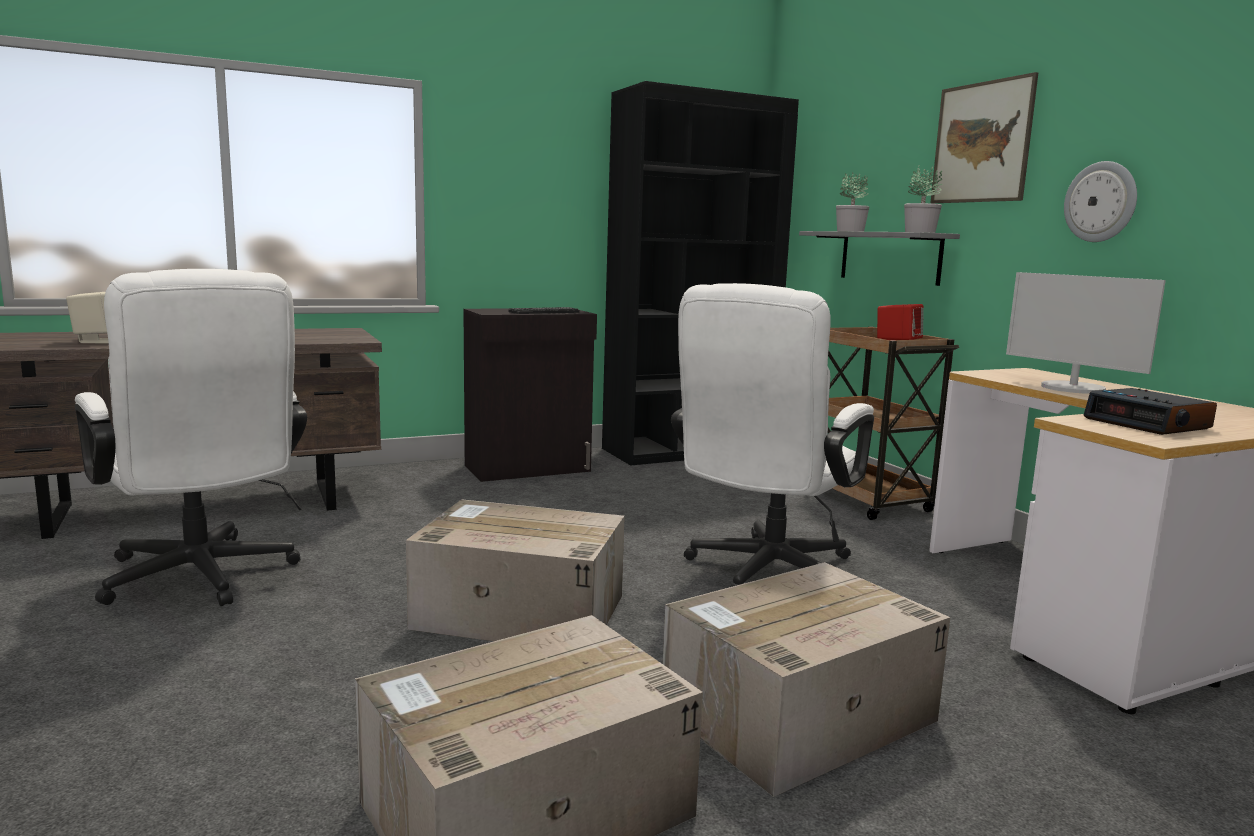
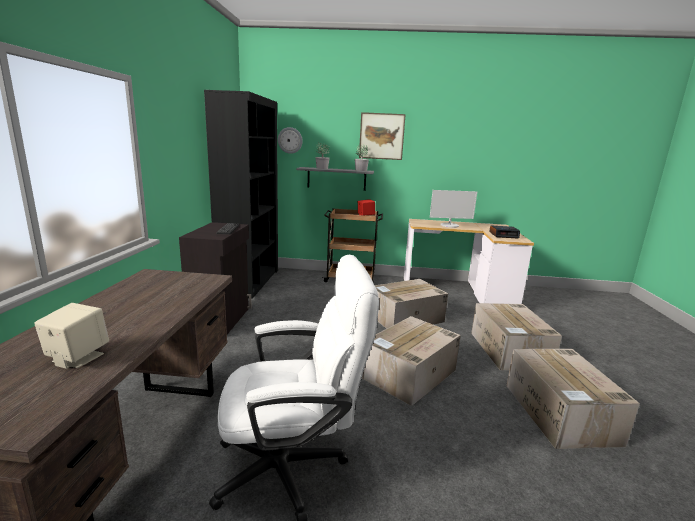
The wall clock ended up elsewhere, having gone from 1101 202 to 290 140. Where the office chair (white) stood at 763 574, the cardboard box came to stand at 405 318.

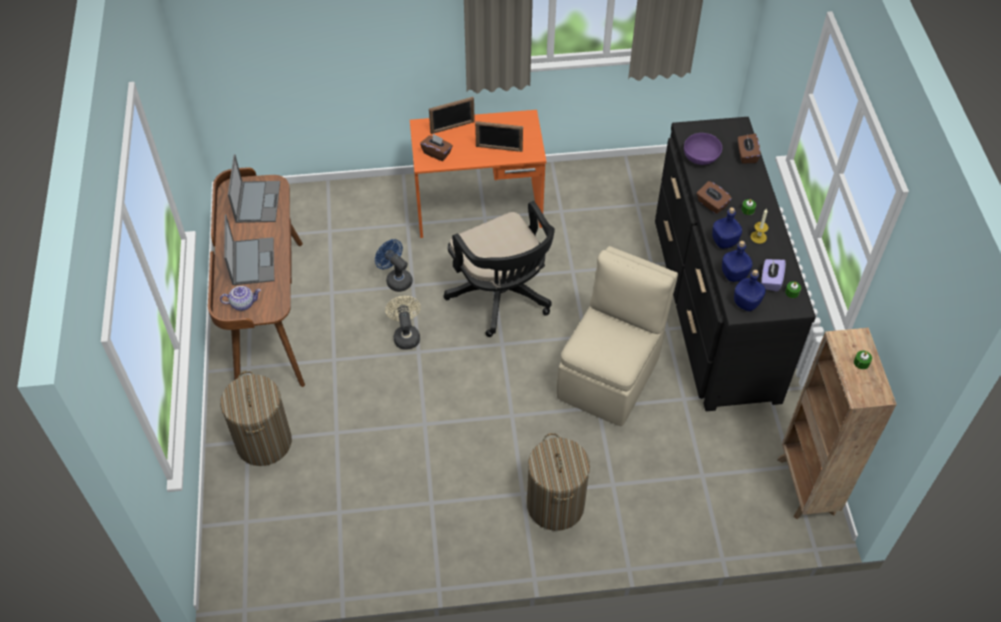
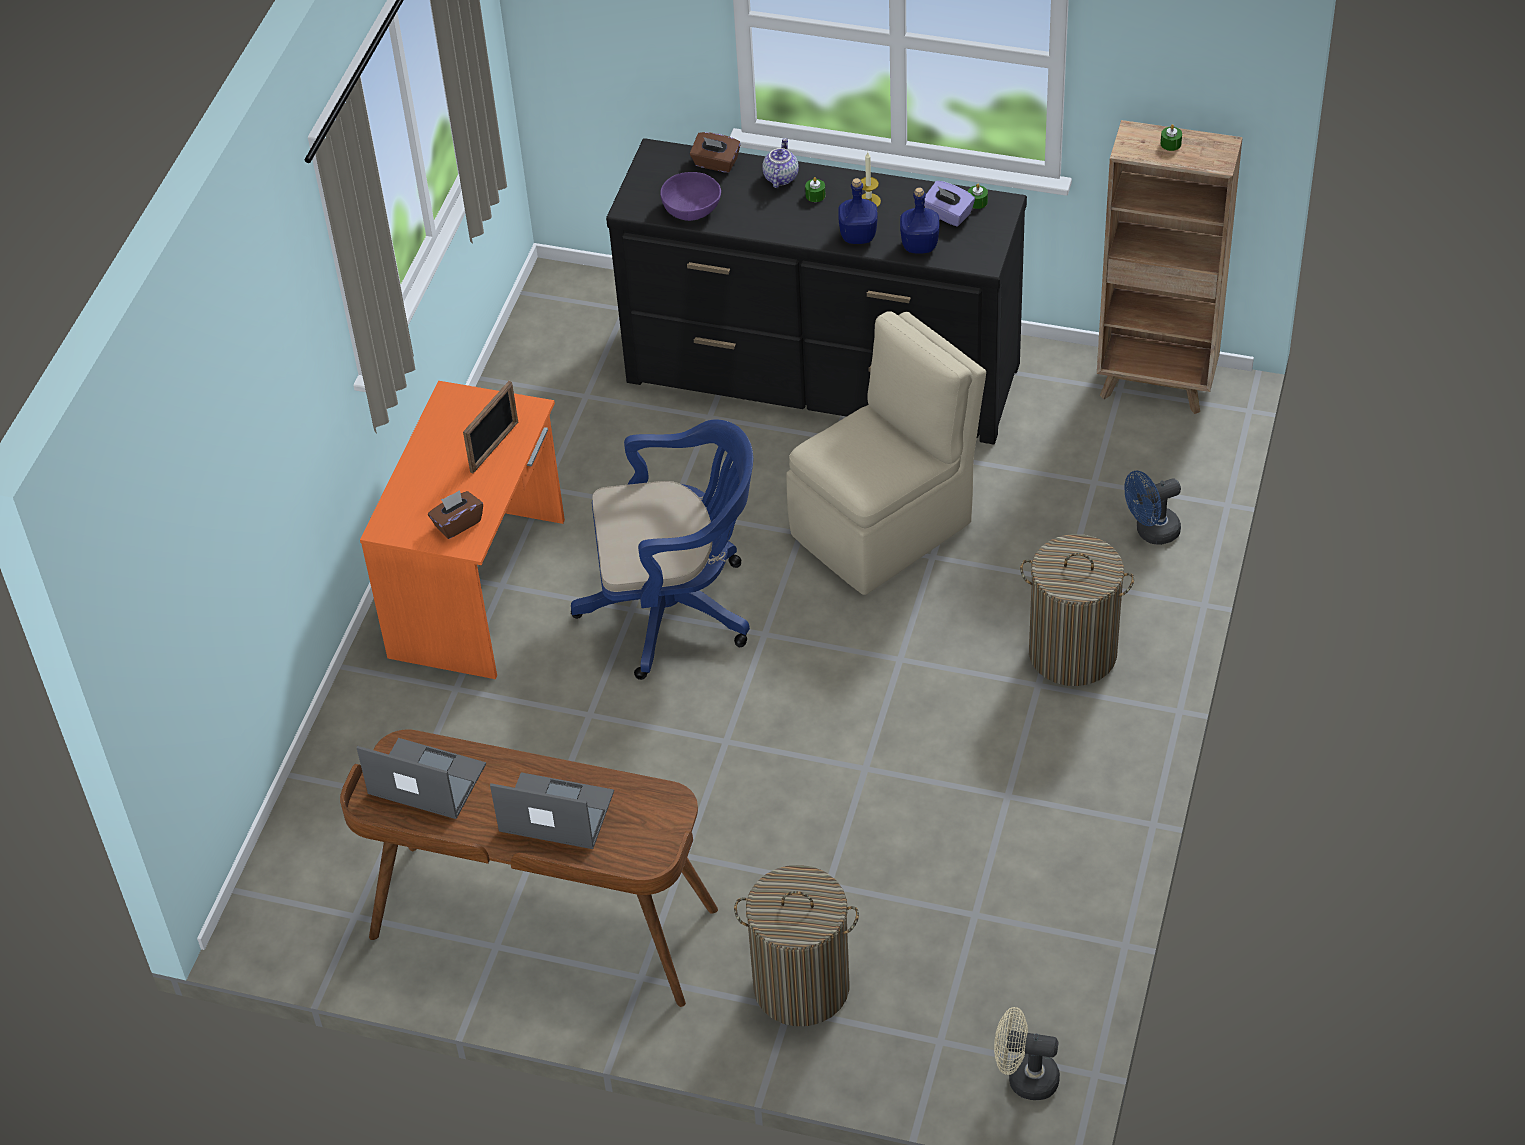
The second view lost the picture frame at 452 127. The second view lost the tissue box (brown) at 711 204. The second view lost the bottle (blue) at 747 303. The teapot ended up elsewhere, having gone from 243 303 to 780 177. The fan (blue) ended up elsewhere, having gone from 396 279 to 1151 532. The fan (beige) ended up elsewhere, having gone from 406 335 to 1024 1078. What was the office chair (black) at 502 298 turned into the office chair (blue) at 677 608. The chair (beige) at 610 376 ended up facing another way, 90 degrees clockwise from before.

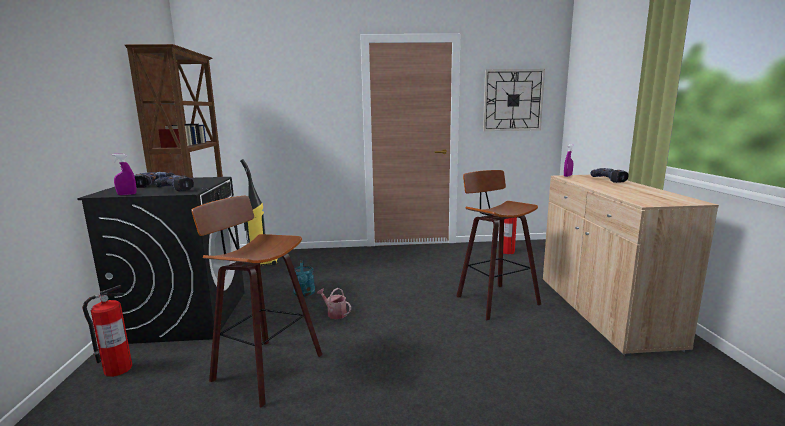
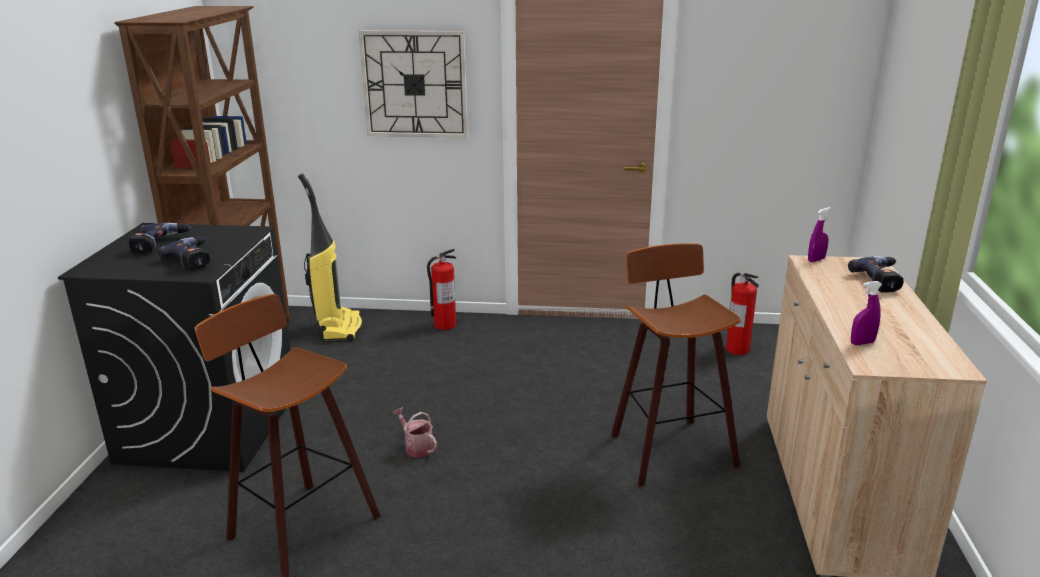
The second view lost the watering can (turquoise) at 304 293. The fire extinguisher ended up elsewhere, having gone from 117 369 to 444 325. The spray bottle (purple) ended up elsewhere, having gone from 127 194 to 862 343. The wall clock ended up elsewhere, having gone from 513 100 to 414 84.

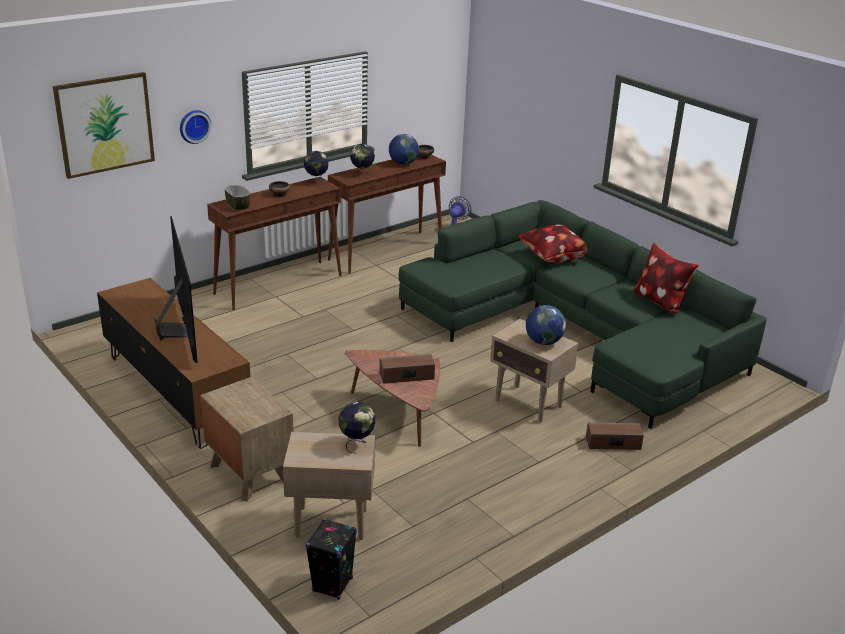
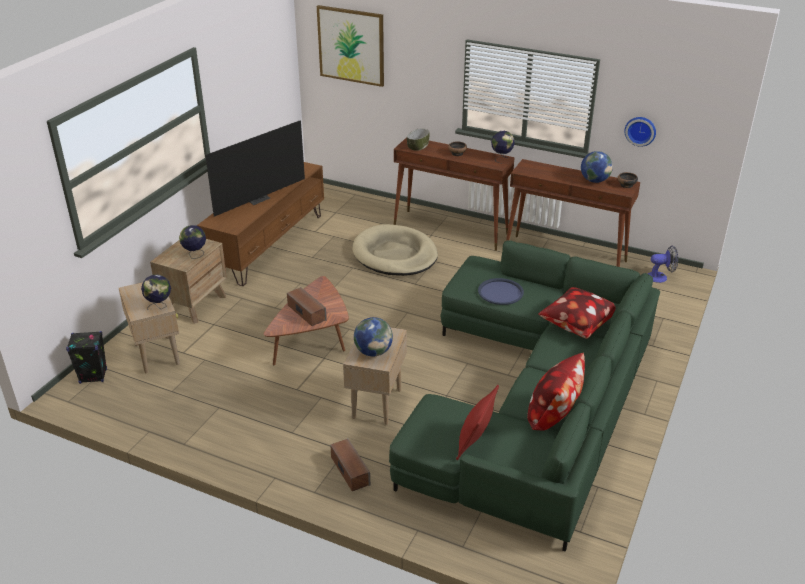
The second view gained the dog bed (beige) at 395 254. The second view gained the pillow (red) at 475 442. The second view gained the tray (blue) at 500 292. The wall clock ended up elsewhere, having gone from 194 126 to 640 130. The globe ended up elsewhere, having gone from 362 174 to 195 255.

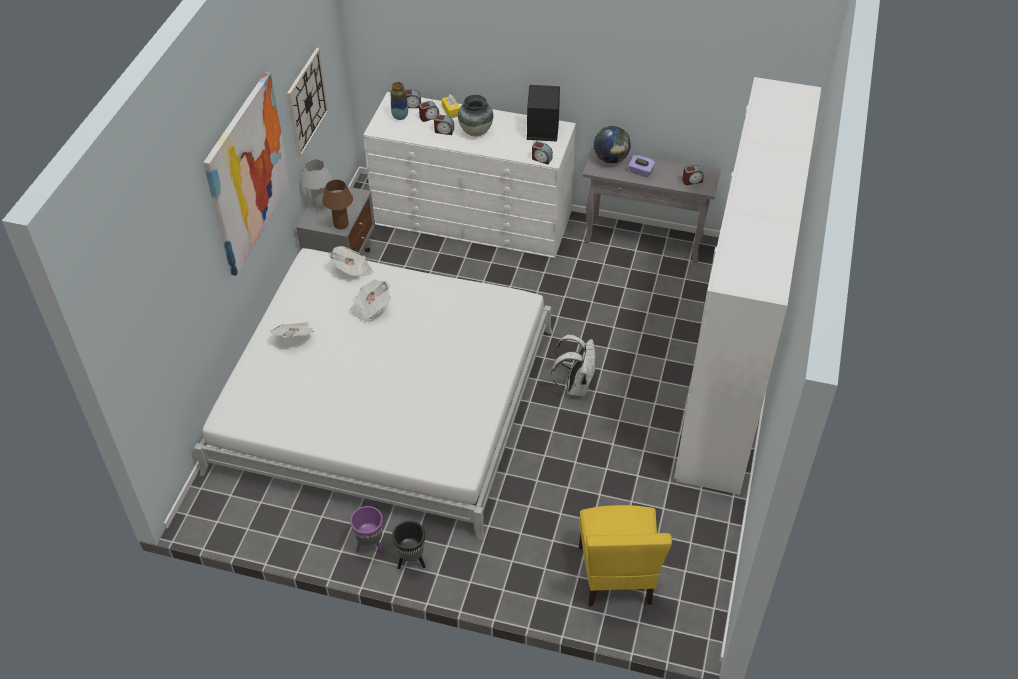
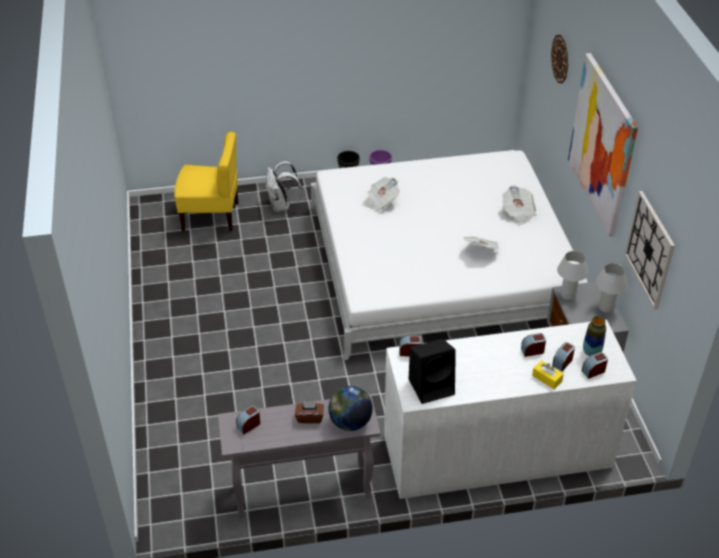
The second view lost the vase at 476 131. The second view lost the wardrobe (white) at 729 374. The second view gained the wall clock at 560 59. The newspaper ended up elsewhere, having gone from 352 270 to 380 201. The backpack (white) ended up elsewhere, having gone from 575 385 to 281 206. What was the table lamp (brown) at 341 224 turned into the table lamp (white) at 568 295. What was the tissue box (purple) at 641 172 turned into the tissue box (brown) at 309 417. The chair (yellow) at 616 575 ended up facing another way, 120 degrees clockwise from before.

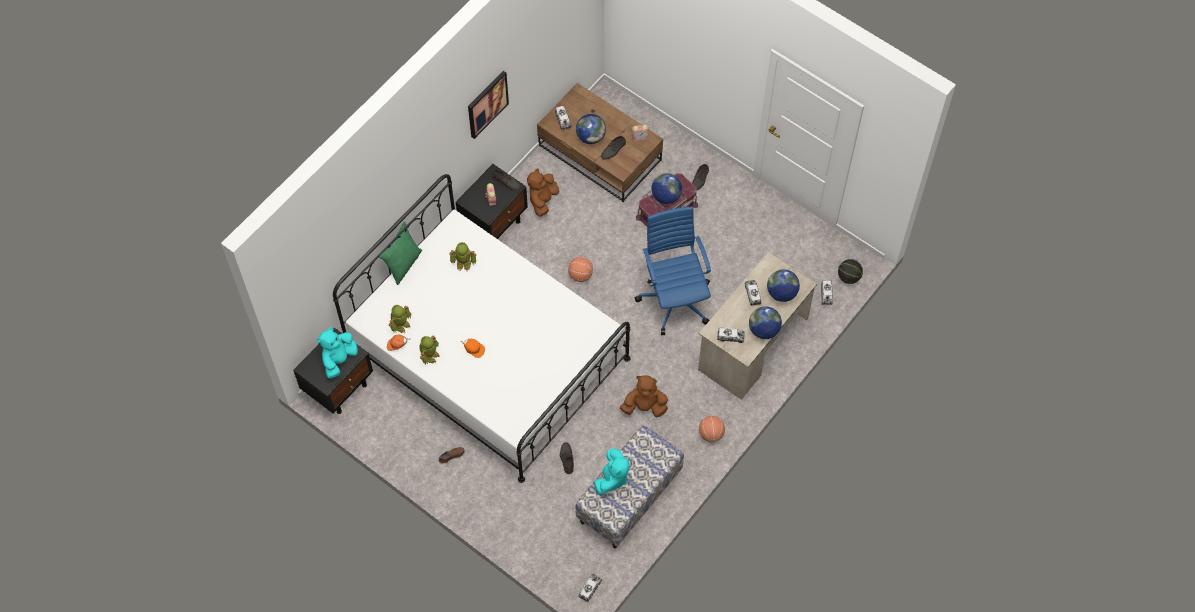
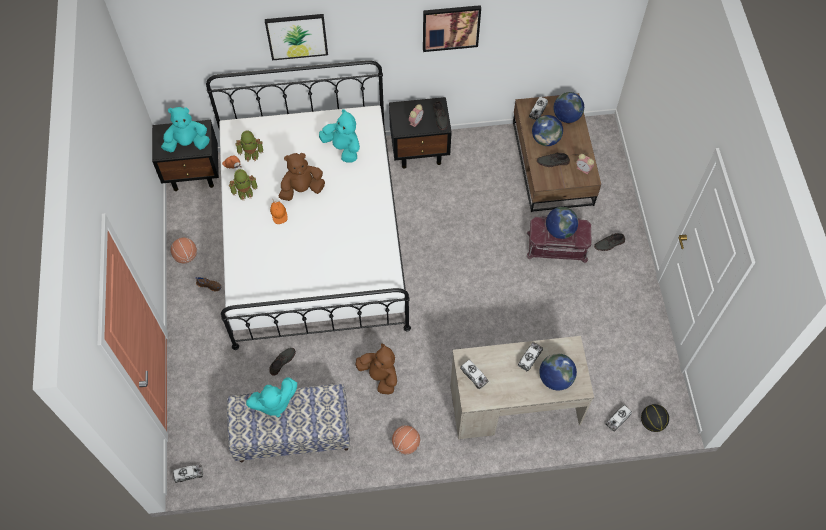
The second view lost the pillow (green) at 403 264. The second view lost the office chair (blue) at 675 298. The second view gained the picture at 297 36. The plush toy (brown) ended up elsewhere, having gone from 543 200 to 302 189. The basketball ended up elsewhere, having gone from 580 275 to 186 256. The globe ended up elsewhere, having gone from 763 330 to 566 116. Where the toy robot stood at 464 263, the plush toy (turquoise) came to stand at 343 148.

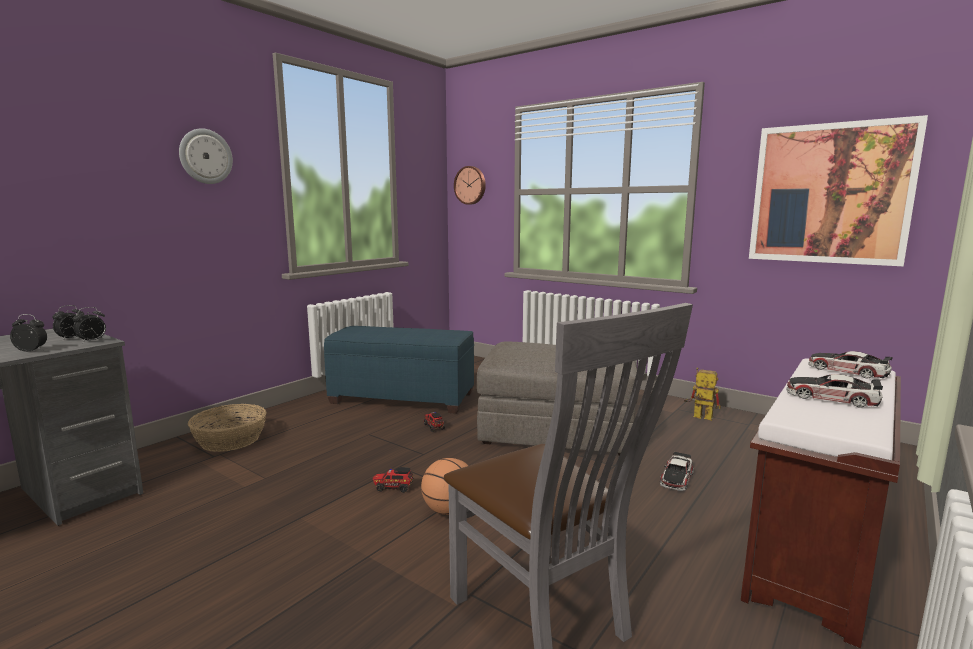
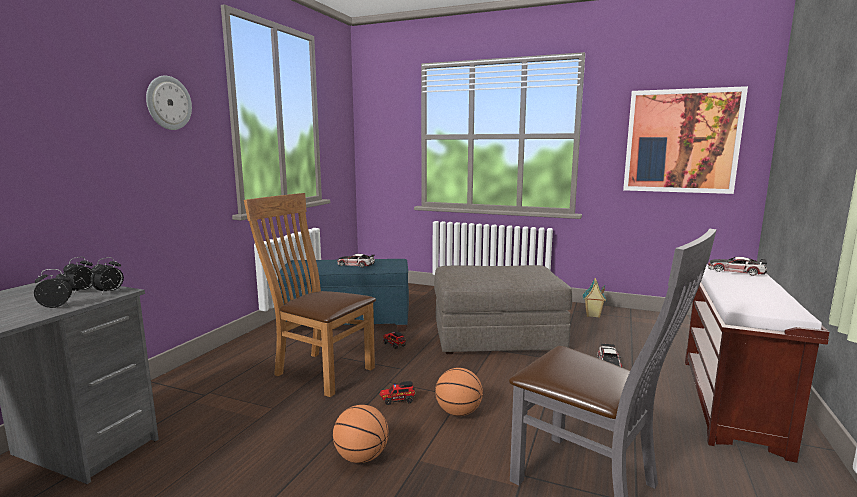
The second view lost the basket at 230 440. The second view lost the wall clock at 470 185. The second view gained the chair (brown) at 319 371. The second view gained the basketball at 361 457. The toy car ended up elsewhere, having gone from 831 398 to 355 264. Where the toy robot stood at 698 417, the toy house came to stand at 592 315.

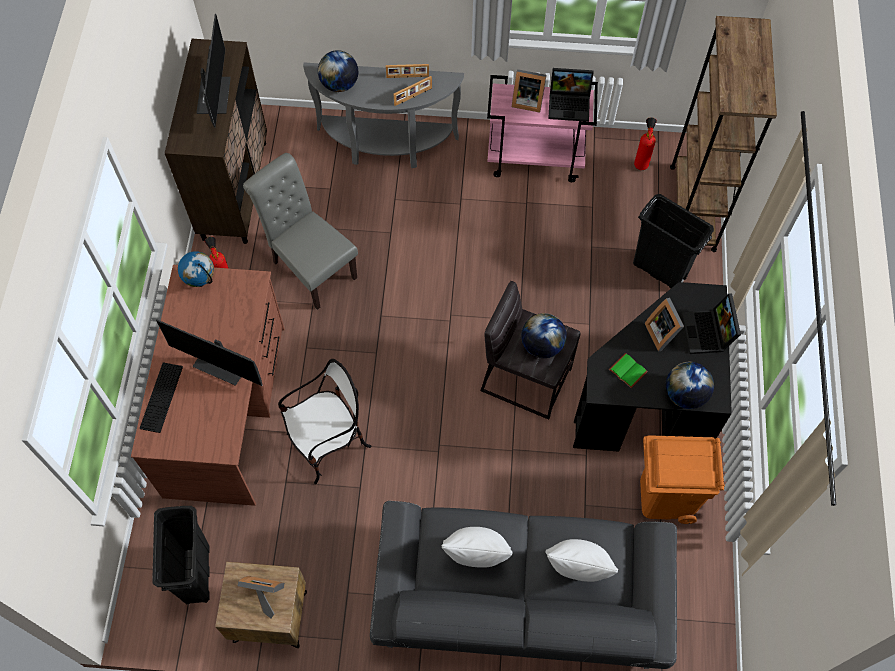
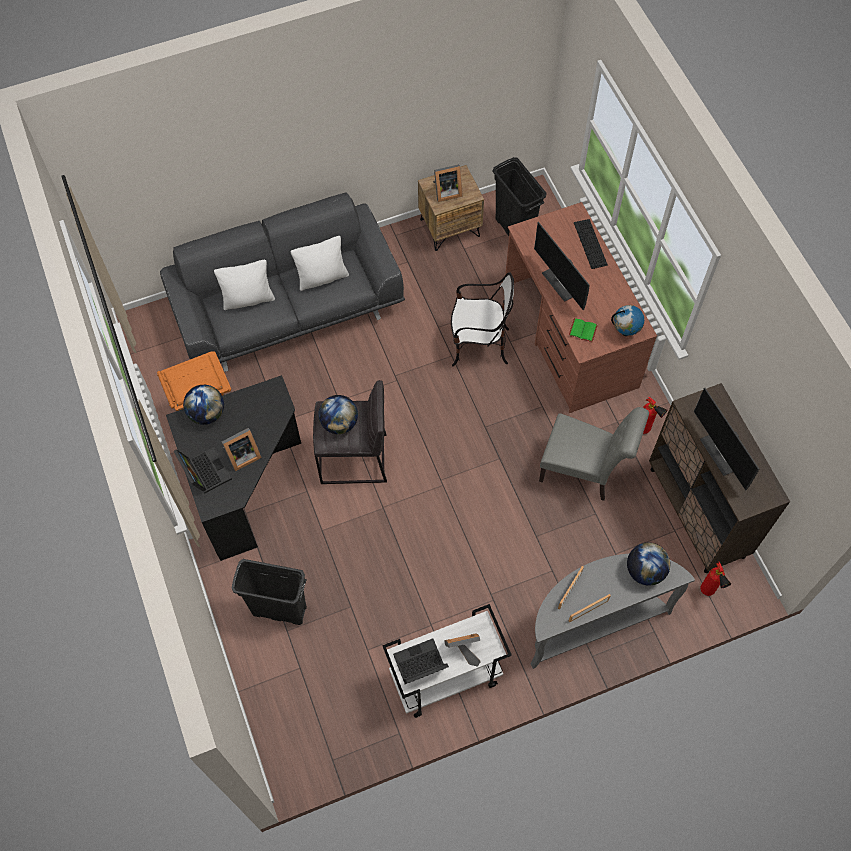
The second view lost the bookcase (brown) at 692 207. The book (green) ended up elsewhere, having gone from 627 371 to 583 330. The fire extinguisher ended up elsewhere, having gone from 641 162 to 708 592. What was the cart (pink) at 536 159 turned into the cart (white) at 445 678. The monitor at 223 364 ended up facing another way, 120 degrees counterclockwise from before. The chair at 329 444 ended up facing another way, 120 degrees counterclockwise from before. The picture frame at 663 332 ended up facing another way, 105 degrees clockwise from before.

